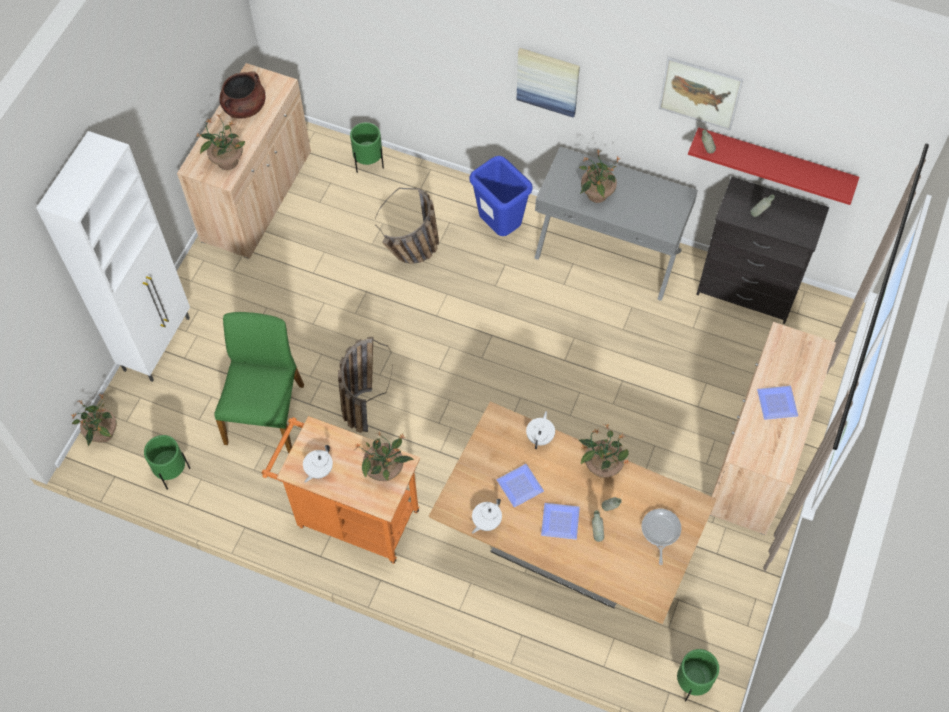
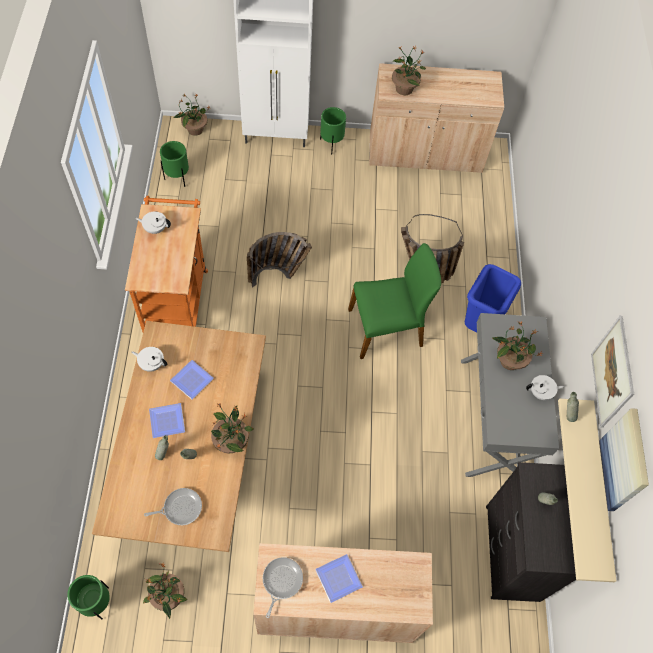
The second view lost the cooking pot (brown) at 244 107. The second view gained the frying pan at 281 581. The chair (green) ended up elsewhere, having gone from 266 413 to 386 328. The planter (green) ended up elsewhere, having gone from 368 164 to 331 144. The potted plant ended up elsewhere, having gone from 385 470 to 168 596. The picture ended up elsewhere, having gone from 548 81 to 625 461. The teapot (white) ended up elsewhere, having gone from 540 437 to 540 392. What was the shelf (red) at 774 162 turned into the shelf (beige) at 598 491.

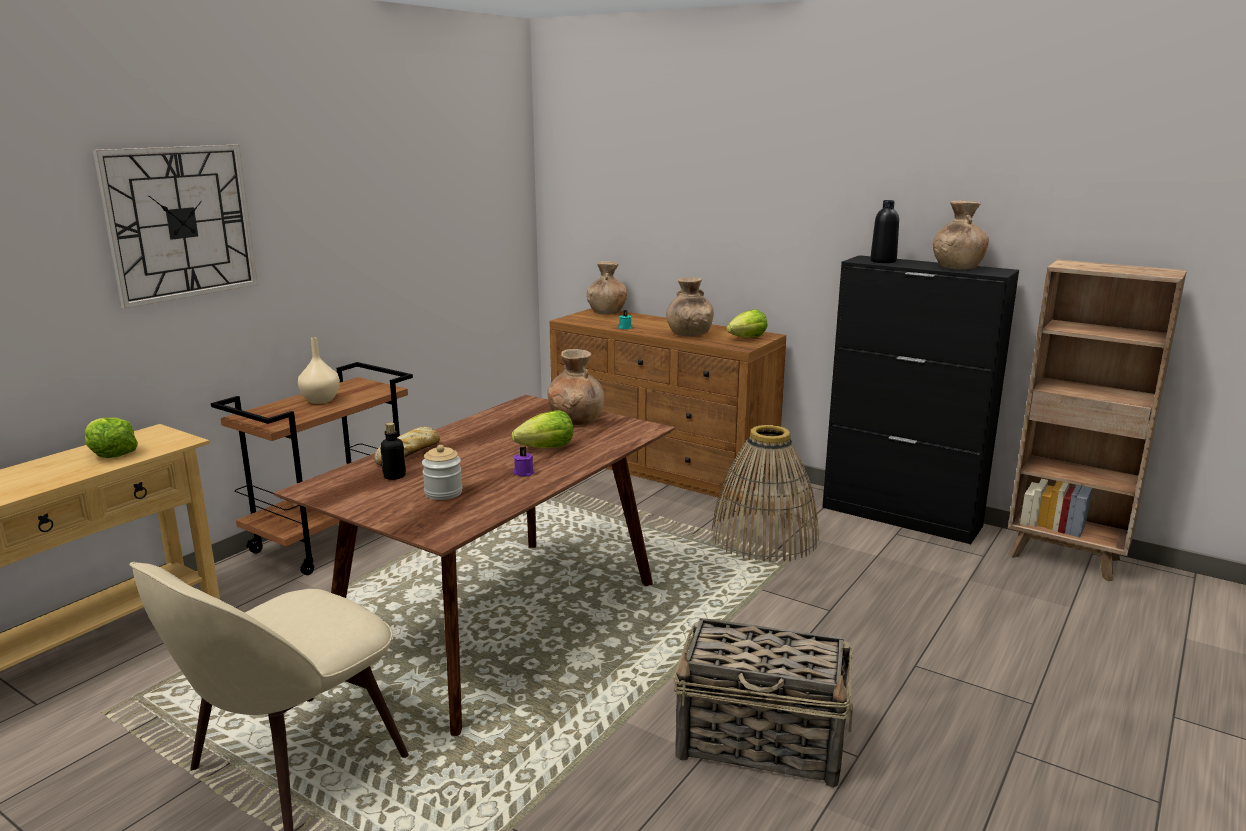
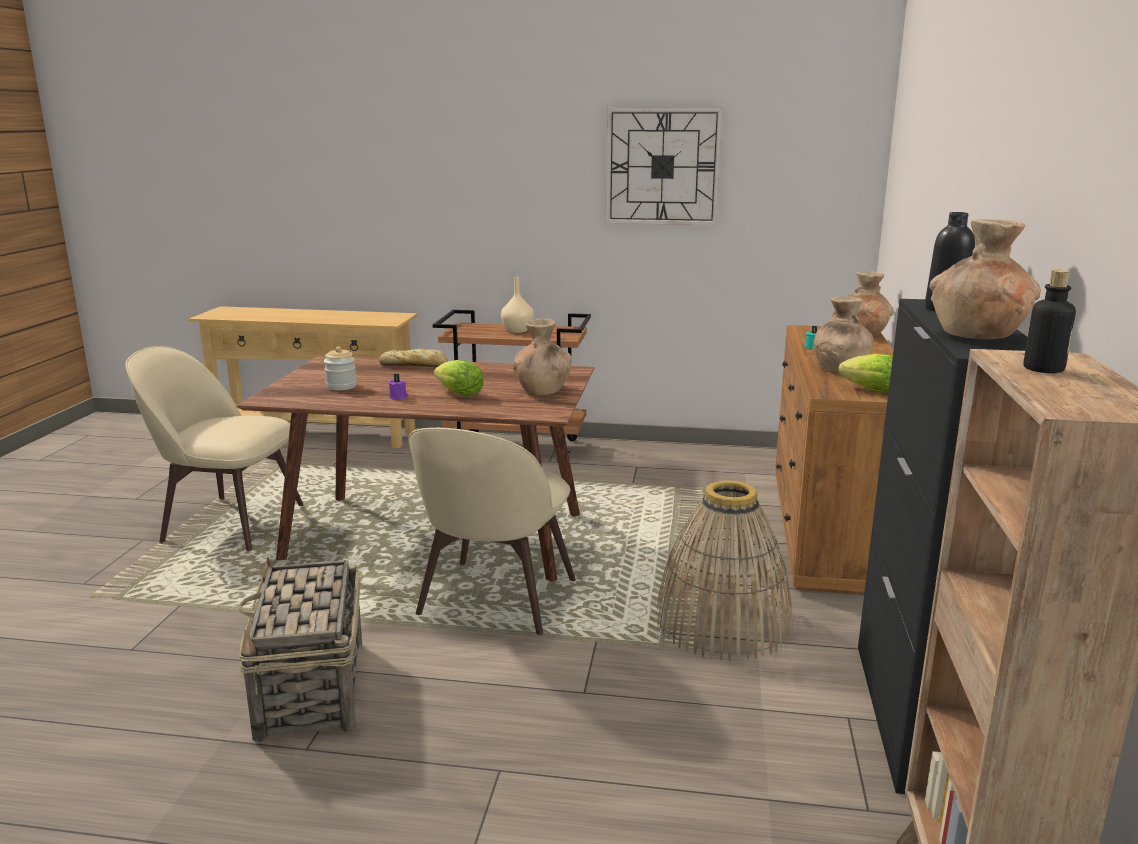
The second view lost the lettuce at 111 453. The second view gained the chair (beige) at 495 600. The wall clock ended up elsewhere, having gone from 180 223 to 662 166. The bottle ended up elsewhere, having gone from 394 476 to 1043 369.

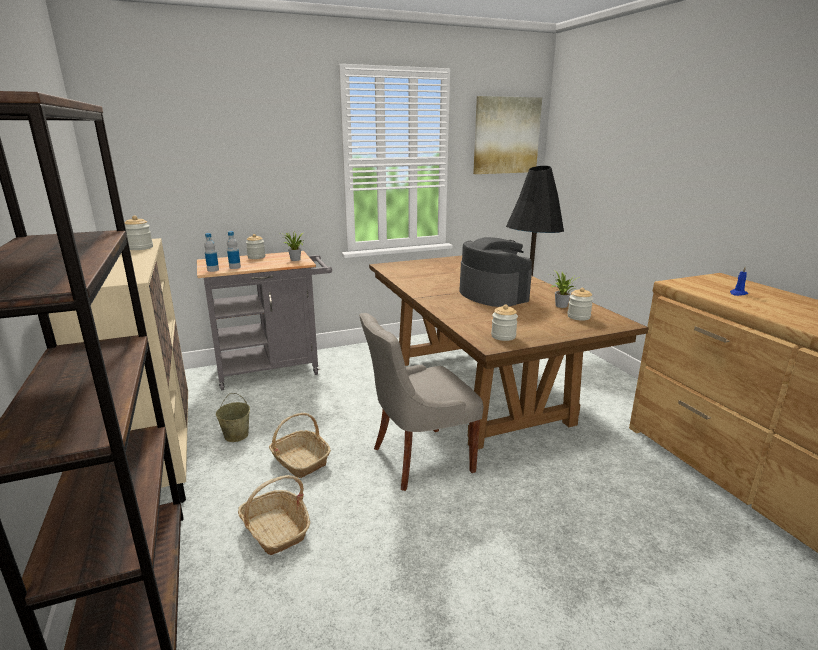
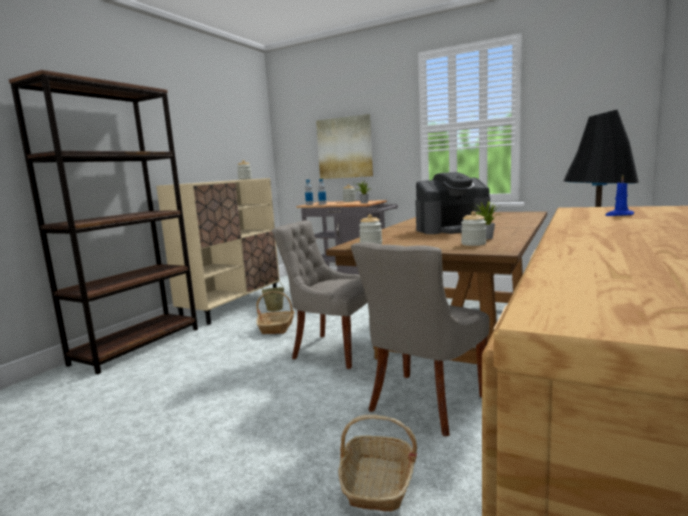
The second view gained the chair (grey) at 424 404. The basket ended up elsewhere, having gone from 276 530 to 377 483. The picture ended up elsewhere, having gone from 506 135 to 345 147. The coffee machine at 492 295 ended up facing another way, 60 degrees clockwise from before.

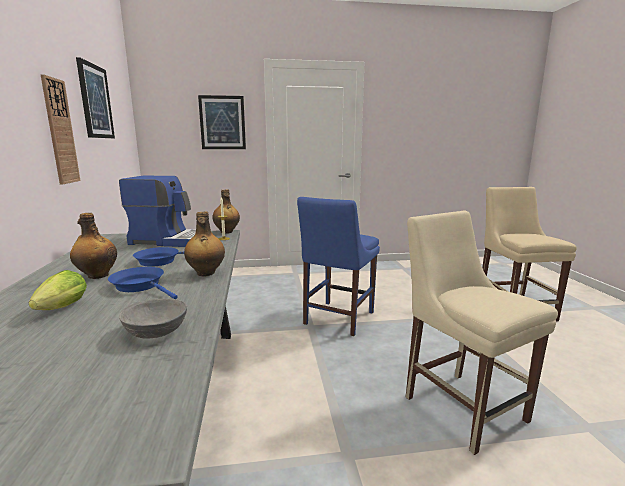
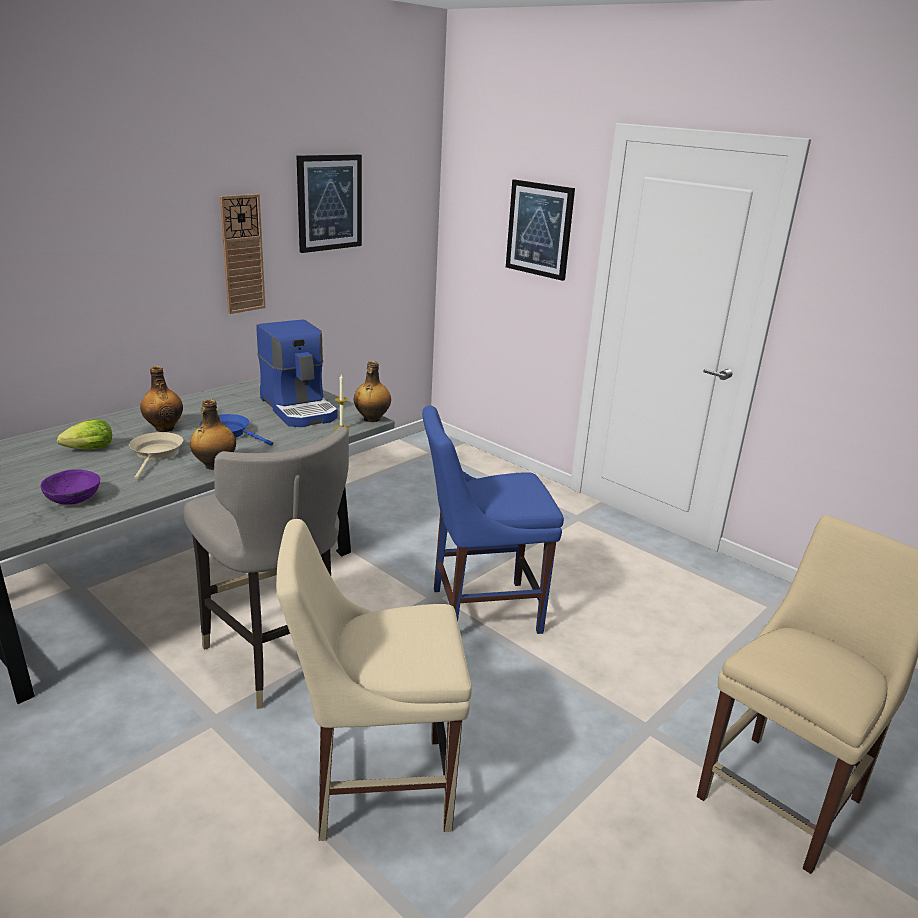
The second view gained the stool (grey) at 277 659. What was the frying pan (blue) at 141 286 turned into the frying pan (beige) at 156 454. What was the bowl (grey) at 155 332 turned into the bowl (purple) at 72 499. The chair (beige) at 460 405 ended up facing another way, 120 degrees counterclockwise from before.

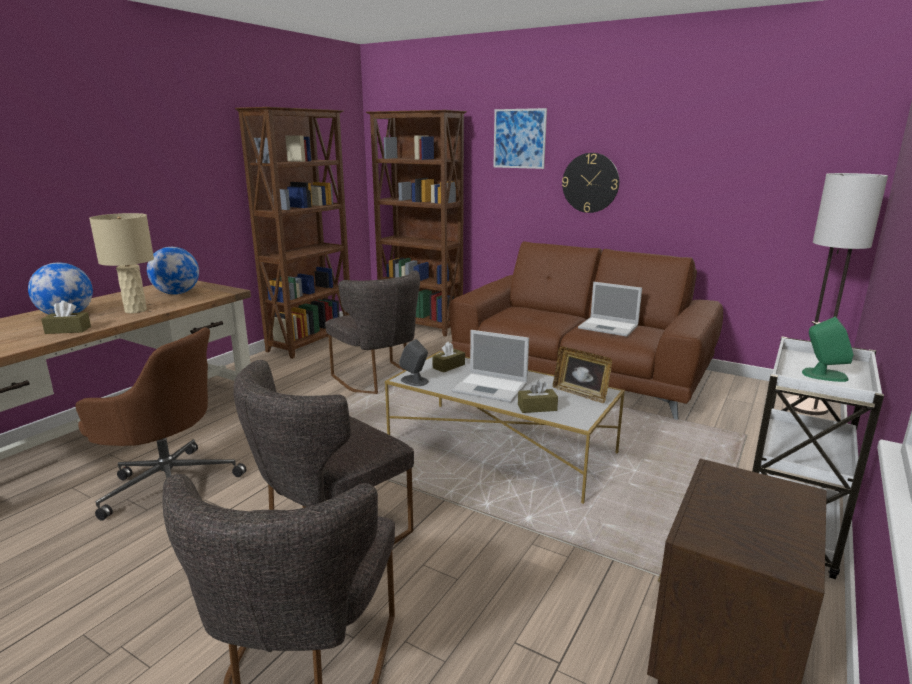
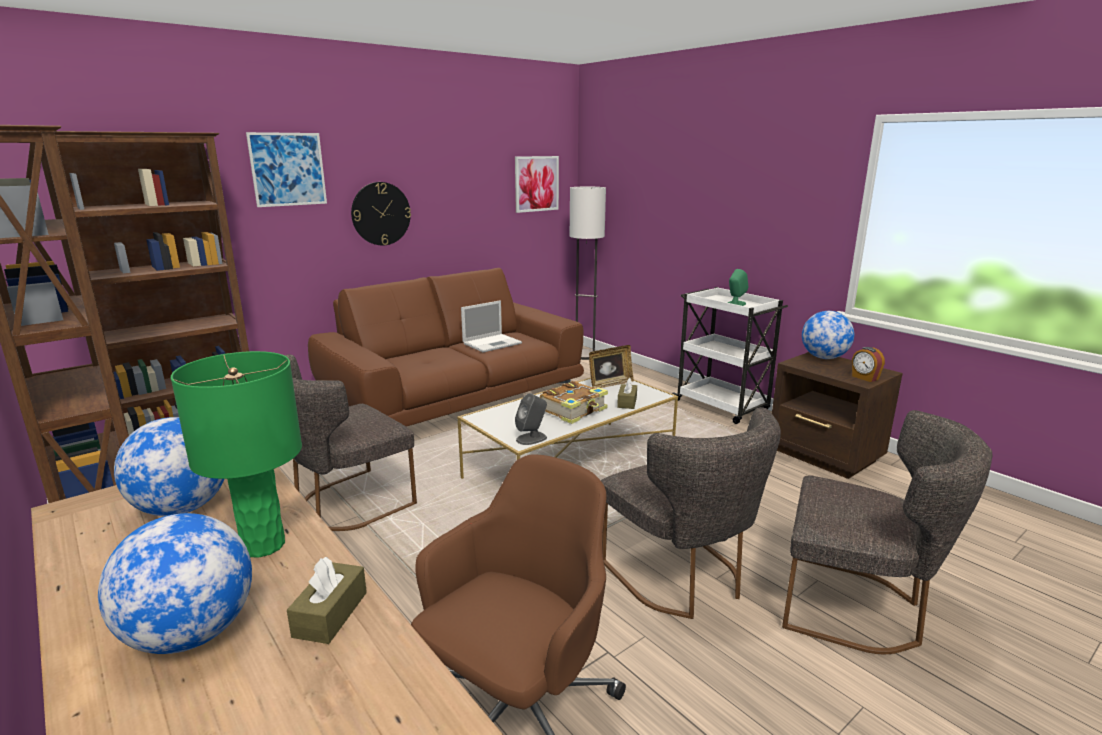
The second view lost the tissue box (brown) at 449 366. The second view gained the picture at 536 184. The second view gained the globe at 824 358. The second view gained the alarm clock at 864 378. Where the laptop stood at 491 388, the book came to stand at 574 410. What was the table lamp (beige) at 135 310 turned into the table lamp (green) at 263 546. The chair (grey) at 378 380 ended up facing another way, 150 degrees clockwise from before.

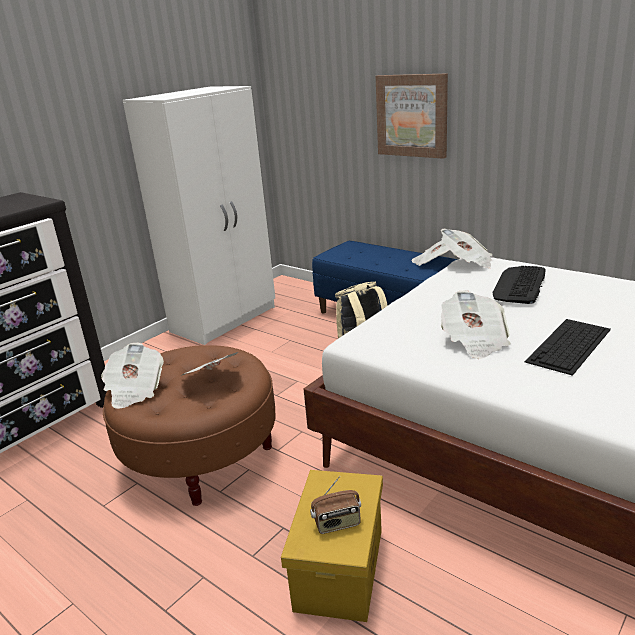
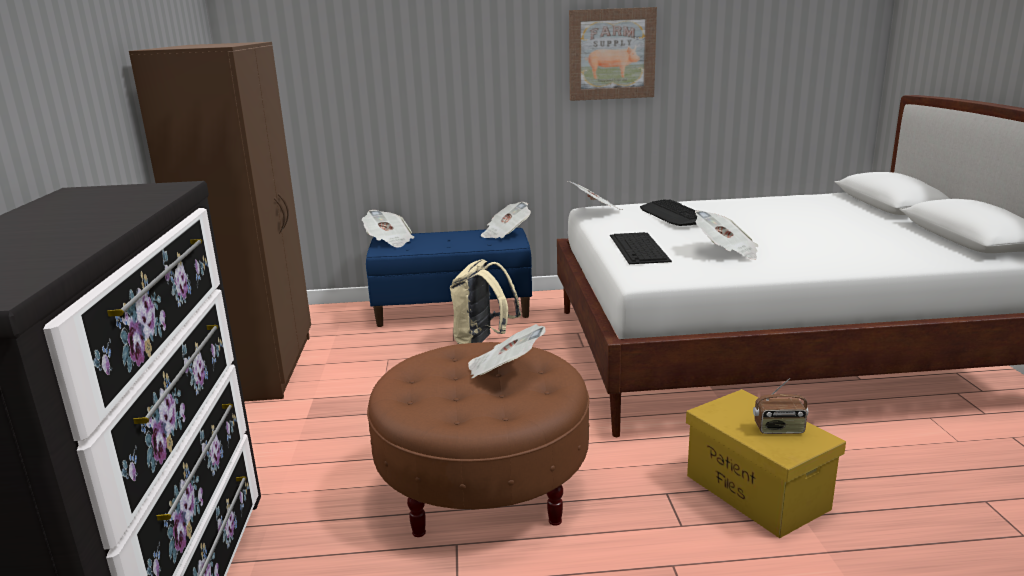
The newspaper ended up elsewhere, having gone from 134 390 to 389 241. The picture ended up elsewhere, having gone from 412 115 to 611 54. The keyboard ended up elsewhere, having gone from 569 346 to 639 248. What was the wardrobe (white) at 225 319 turned into the wardrobe (brown) at 263 367. The radio at 337 524 ended up facing another way, 60 degrees clockwise from before.

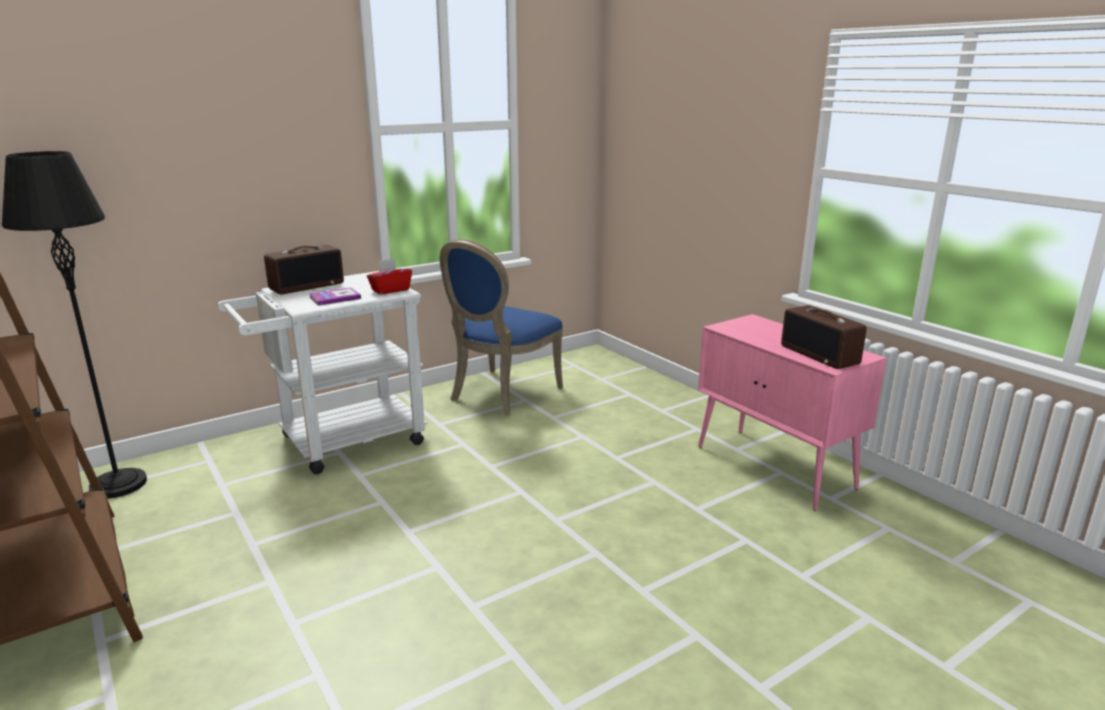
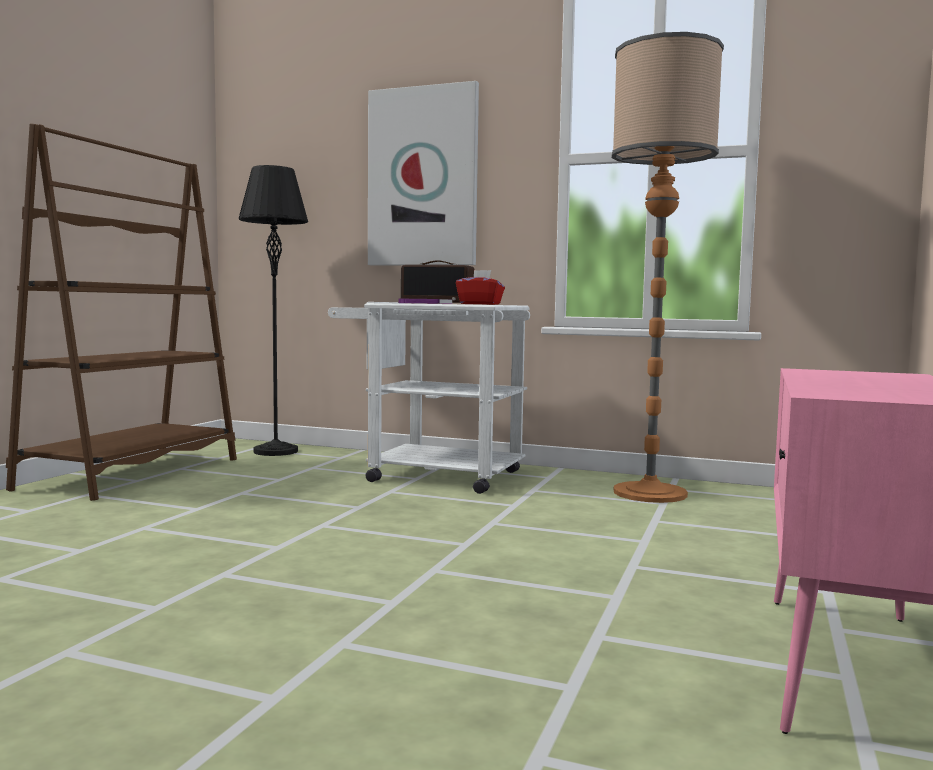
The second view lost the radio at 820 355. The second view gained the picture at 423 177. Where the chair (blue) stood at 501 394, the floor lamp came to stand at 649 493.

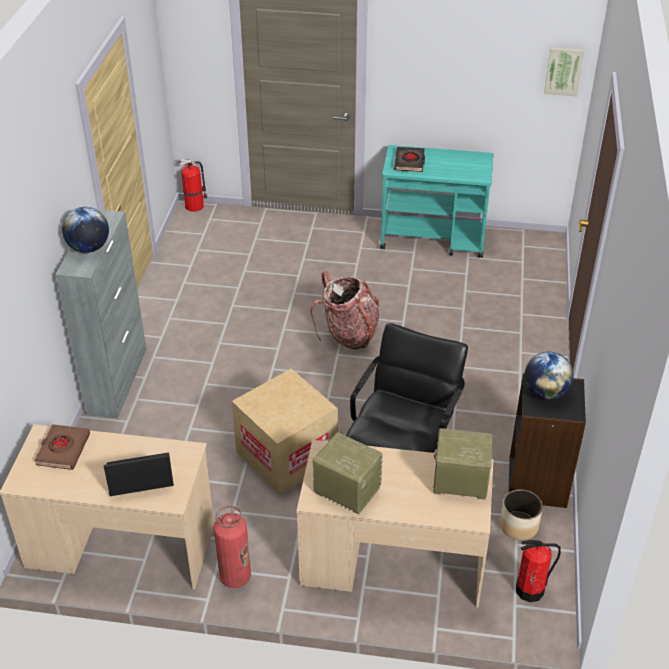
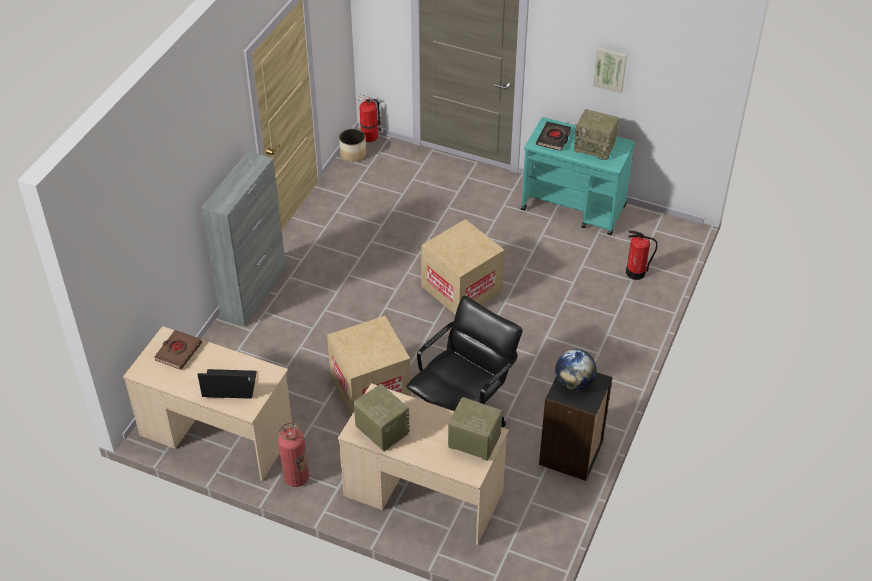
The second view lost the globe at 89 248. The second view gained the radio at 595 147. The planter ended up elsewhere, having gone from 518 525 to 353 154. The fire extinguisher ended up elsewhere, having gone from 530 590 to 636 273. The picture ended up elsewhere, having gone from 563 70 to 610 69. Where the backpack stood at 348 334, the cardboard box came to stand at 461 288.

